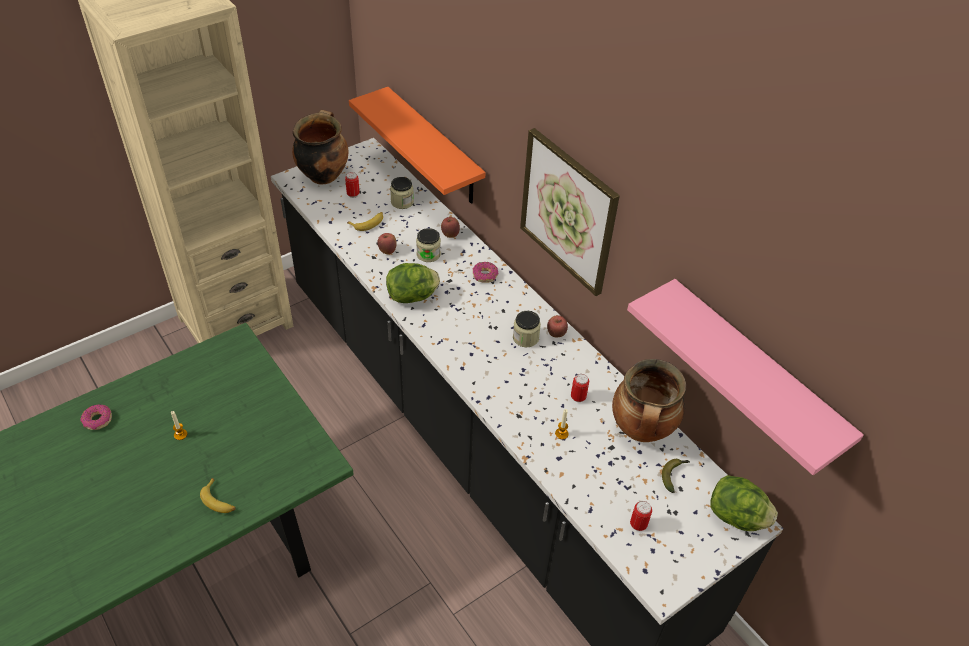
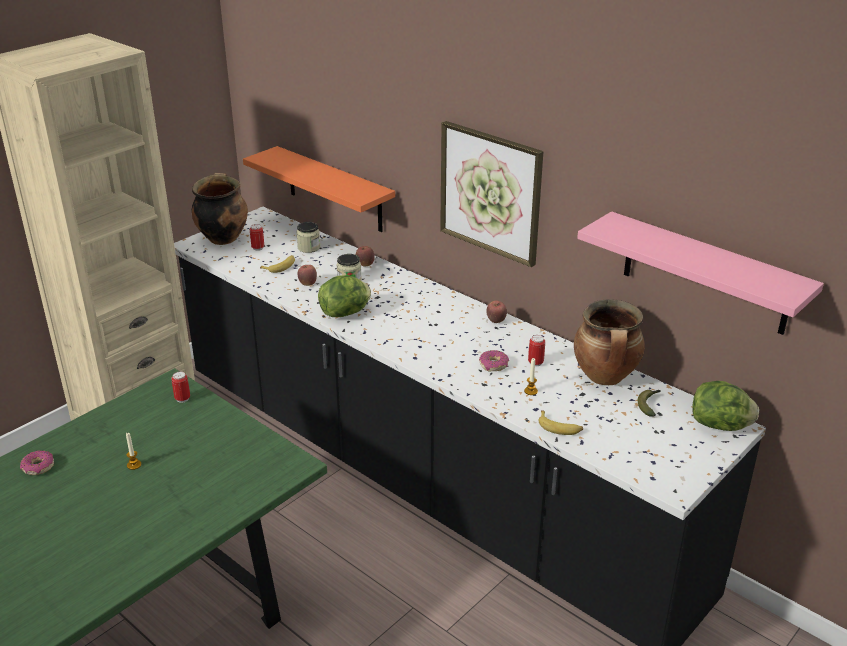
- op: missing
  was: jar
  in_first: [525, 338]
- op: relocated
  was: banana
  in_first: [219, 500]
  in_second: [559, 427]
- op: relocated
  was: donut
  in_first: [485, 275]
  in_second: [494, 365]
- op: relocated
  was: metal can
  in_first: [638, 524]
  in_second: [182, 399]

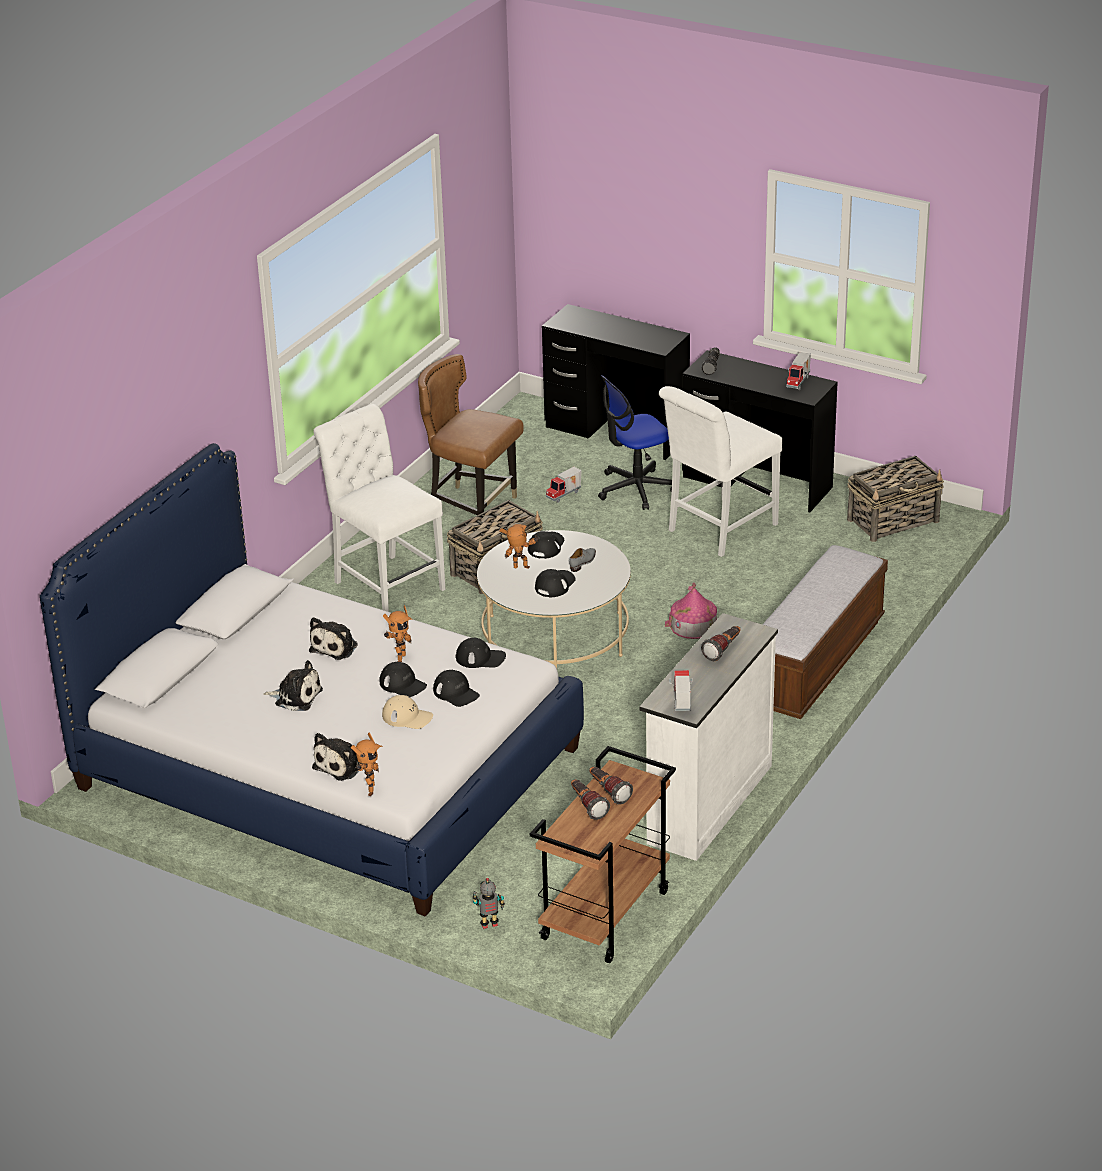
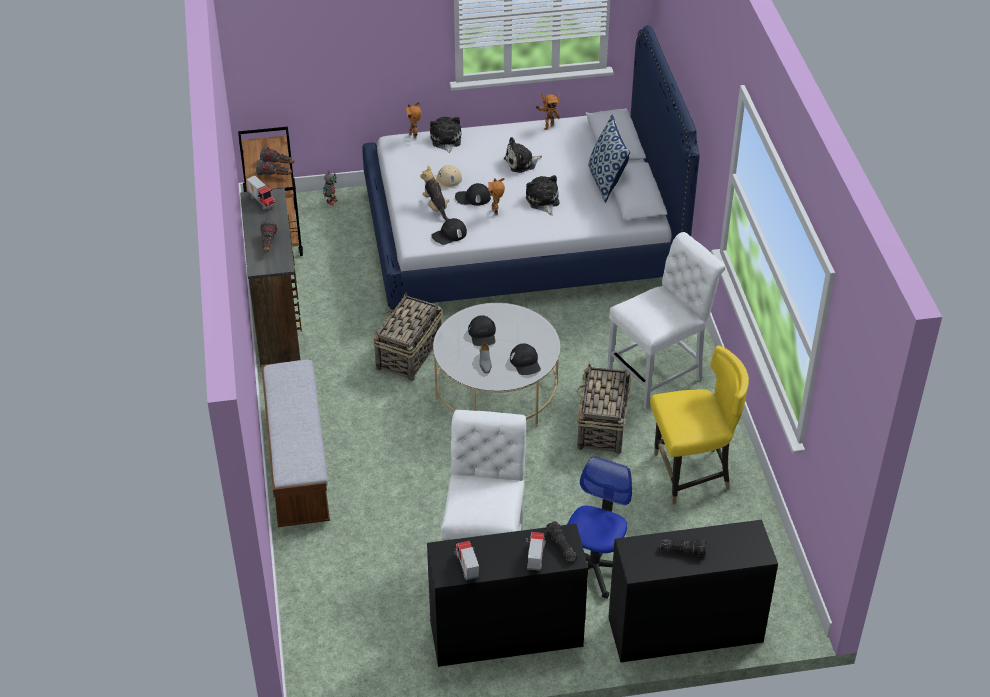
- op: missing
  was: model house
  in_first: [693, 624]
- op: appeared
  now: throw pillow
  in_second: [606, 182]
- op: appeared
  now: torch
  in_second: [683, 550]
- op: relocated
  was: robot figure
  in_first: [521, 569]
  in_second: [547, 126]
- op: relocated
  was: model truck
  in_first: [564, 495]
  in_second: [534, 557]
- op: relocated
  was: storage basket
  in_first: [894, 520]
  in_second: [408, 354]
- op: exchanged
  was: cap in blackish
  now: cuddly toy
  in_first: [456, 693]
  in_second: [436, 207]
- op: colour
  was: upright chair in brownish
  now: upright chair in yellowish
  in_first: [472, 507]
  in_second: [691, 474]
- op: colour
  was: drawer chest in white
  now: drawer chest in brownish
  in_first: [707, 804]
  in_second: [278, 322]
- op: spun
  was: upright chair in white
  in_first: [386, 583]
  in_second: [659, 374]
  clockwise: -45

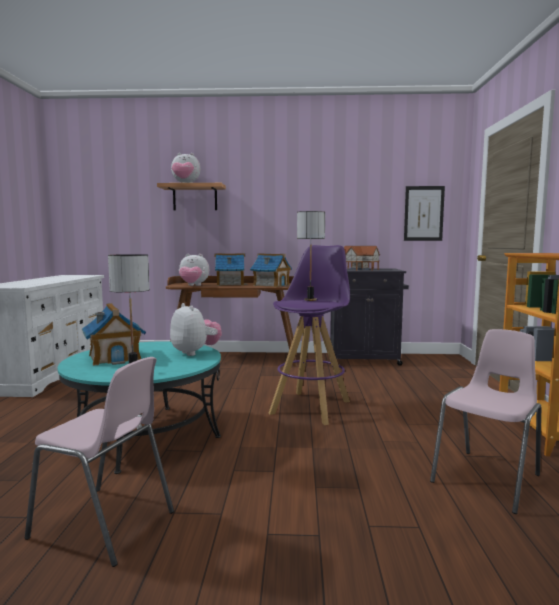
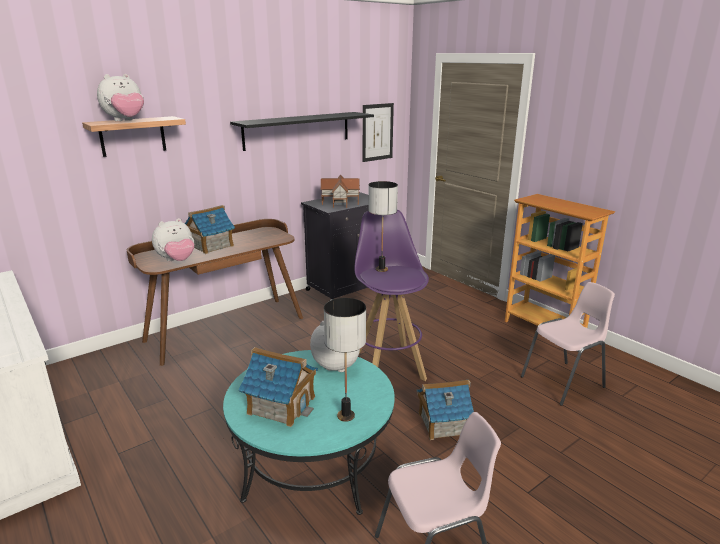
- op: appeared
  now: bracket shelf in blackish
  in_second: [297, 130]
- op: relocated
  was: model house
  in_first: [271, 285]
  in_second: [443, 423]
- op: spun
  was: upright chair in pink-coloured
  in_first: [488, 479]
  in_second: [564, 382]
  clockwise: 60

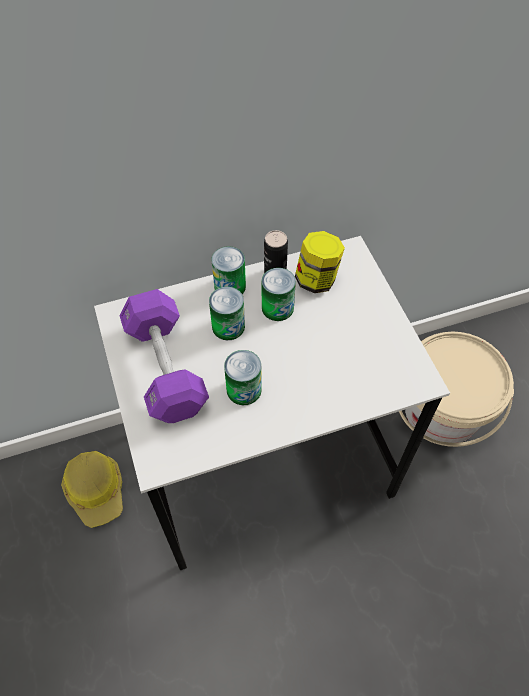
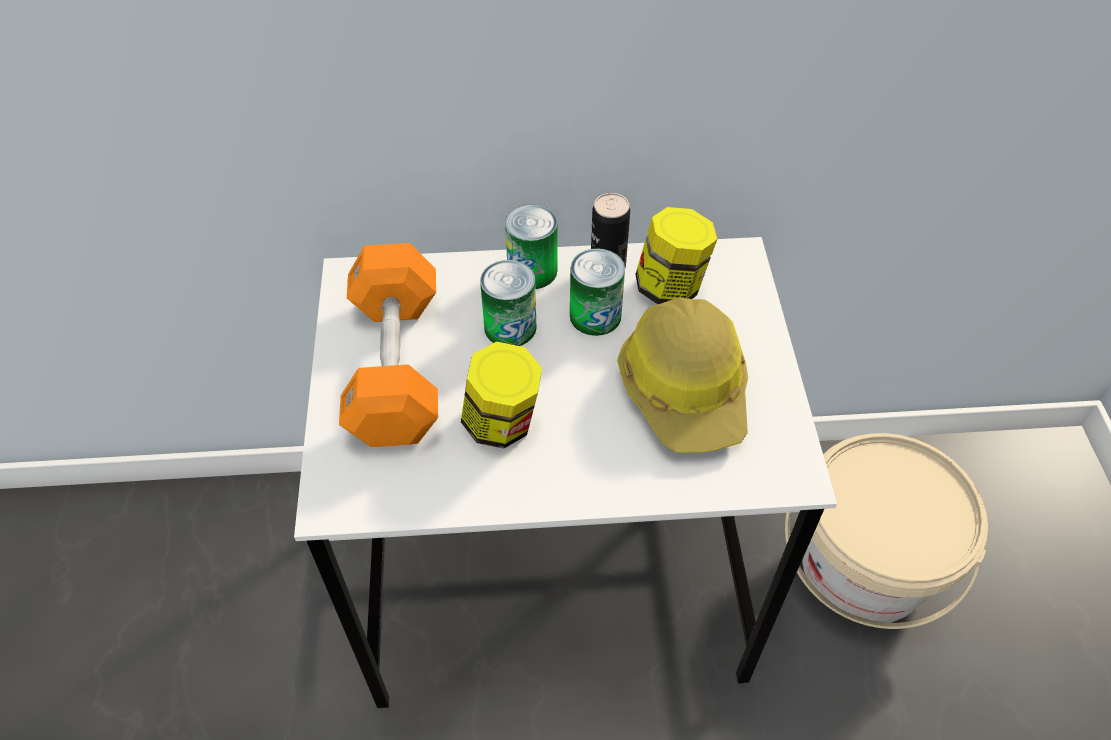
- op: relocated
  was: hard hat
  in_first: [96, 490]
  in_second: [686, 389]
- op: exchanged
  was: metal can
  now: jar
  in_first: [244, 389]
  in_second: [502, 424]
- op: colour
  was: free weight in purple
  now: free weight in orange
  in_first: [165, 368]
  in_second: [395, 366]

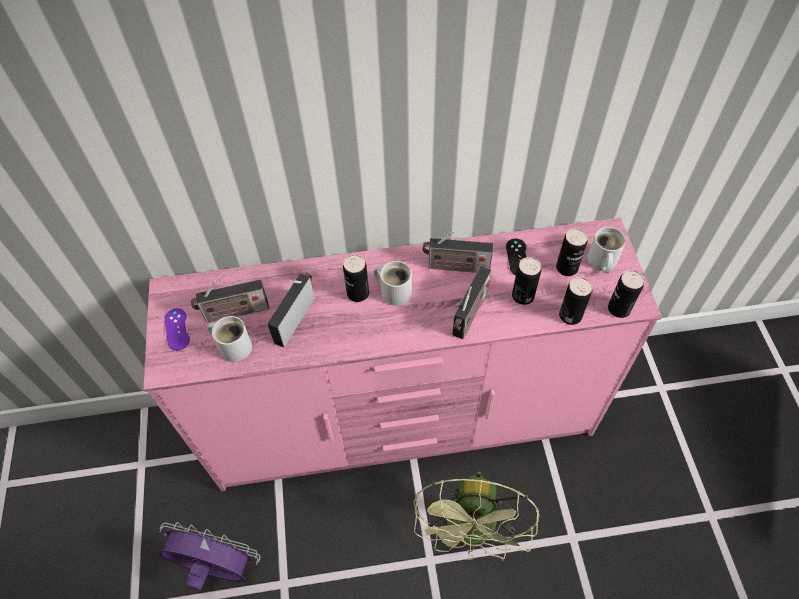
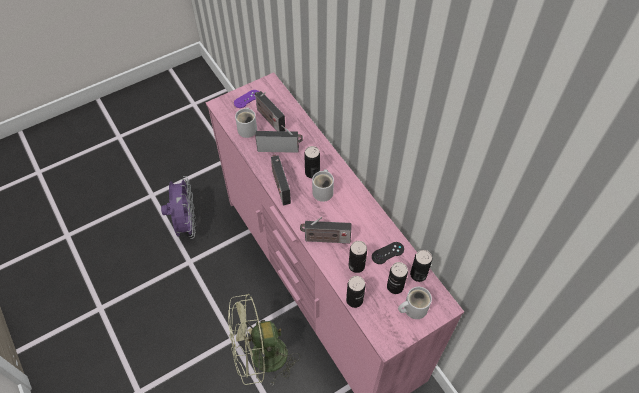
- op: relocated
  was: radio
  in_first: [455, 267]
  in_second: [280, 185]
- op: relocated
  was: metal can
  in_first: [619, 309]
  in_second: [418, 274]

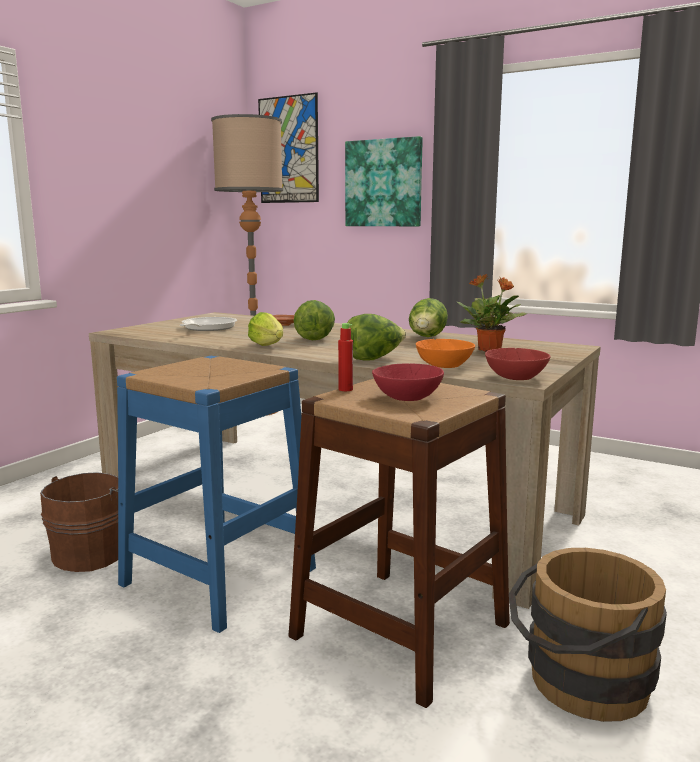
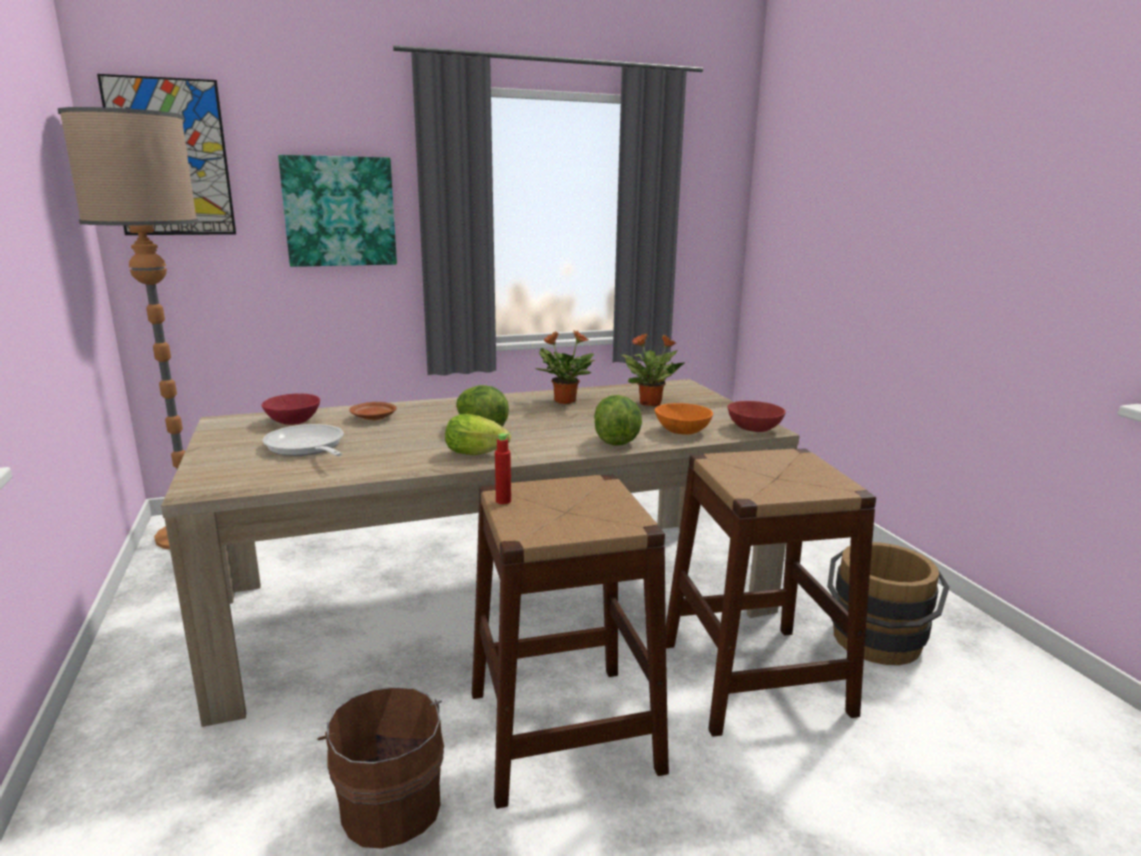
- op: relocated
  was: beverage bottle in reddish
  in_first: [345, 389]
  in_second: [503, 501]
- op: relocated
  was: bowl in reddish
  in_first: [408, 397]
  in_second: [294, 421]
- op: exchanged
  was: lettuce
  now: potted plant
  in_first: [427, 338]
  in_second: [564, 401]
- op: colour
  was: stool in blue
  now: stool in brownish
  in_first: [219, 576]
  in_second: [563, 730]

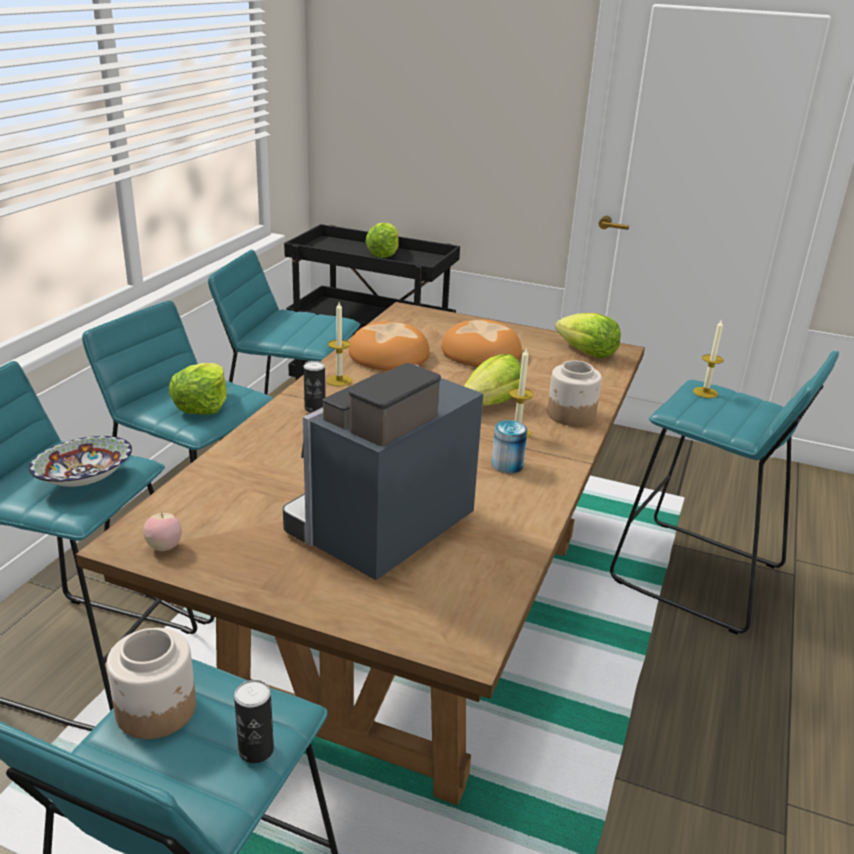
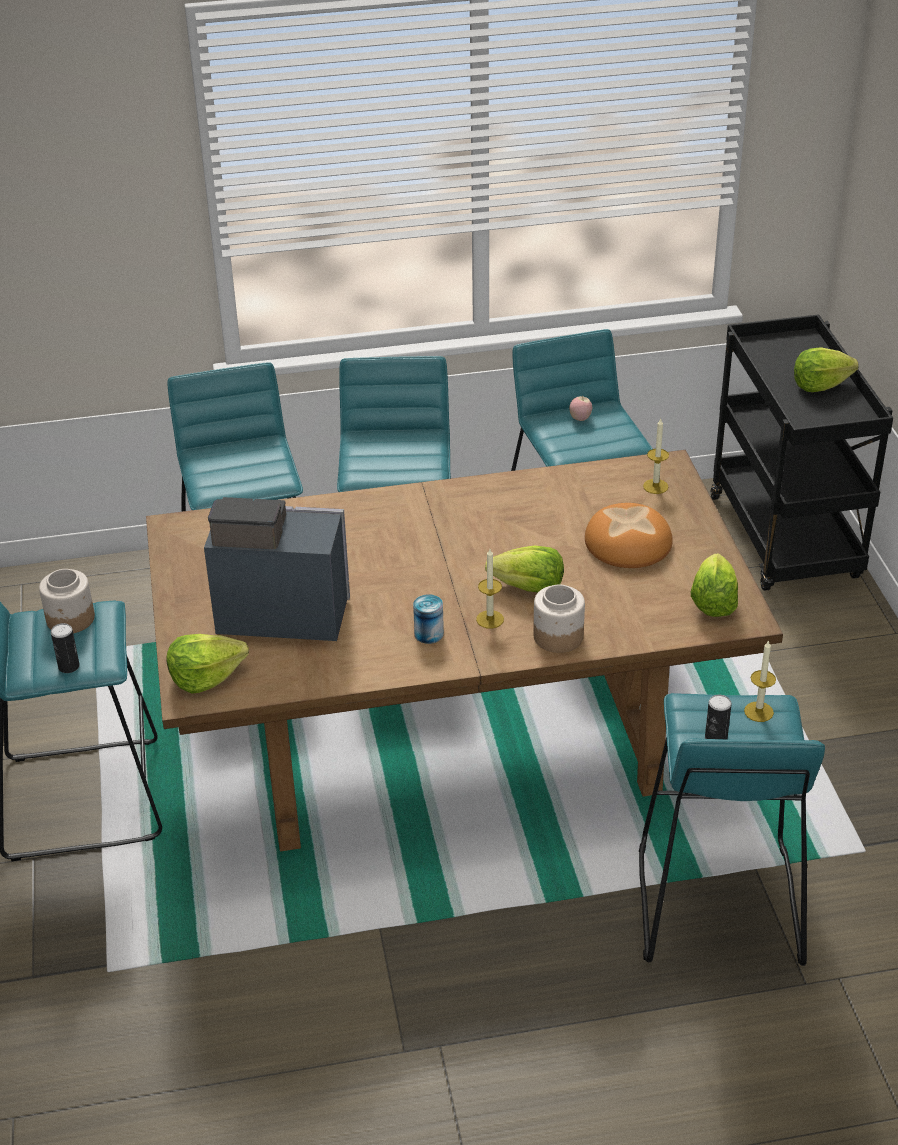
- op: missing
  was: bowl
  in_first: [86, 481]
- op: missing
  was: bread
  in_first: [388, 355]
- op: relocated
  was: whole apple
  in_first: [164, 547]
  in_second: [580, 419]
- op: relocated
  was: lettuce
  in_first: [202, 406]
  in_second: [205, 676]
- op: relocated
  was: metal can
  in_first: [315, 408]
  in_second: [715, 739]
- op: relocated
  was: candle
  in_first: [339, 380]
  in_second: [655, 486]

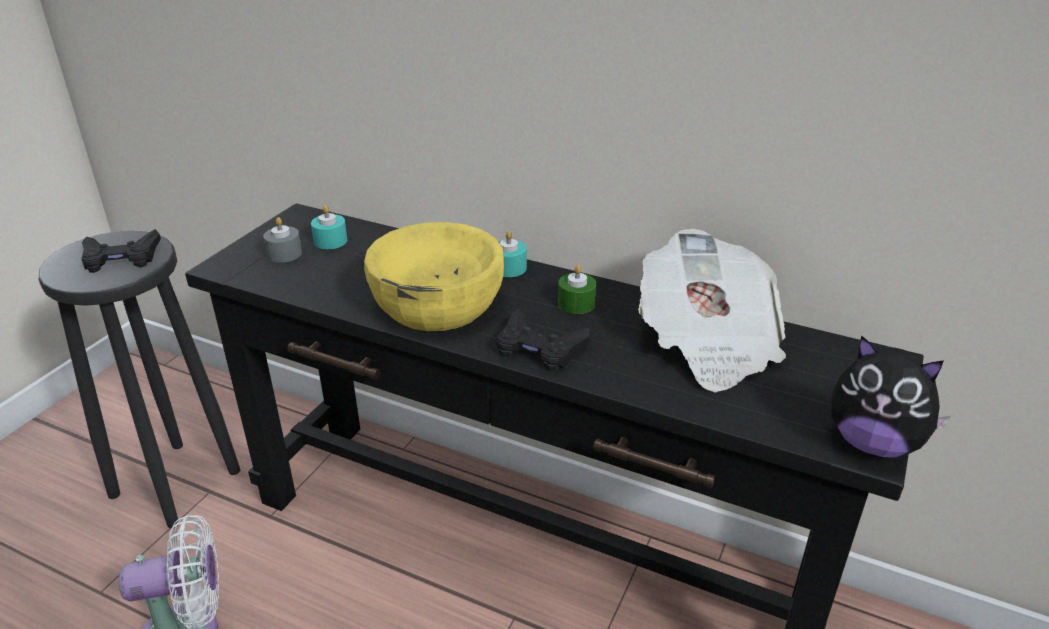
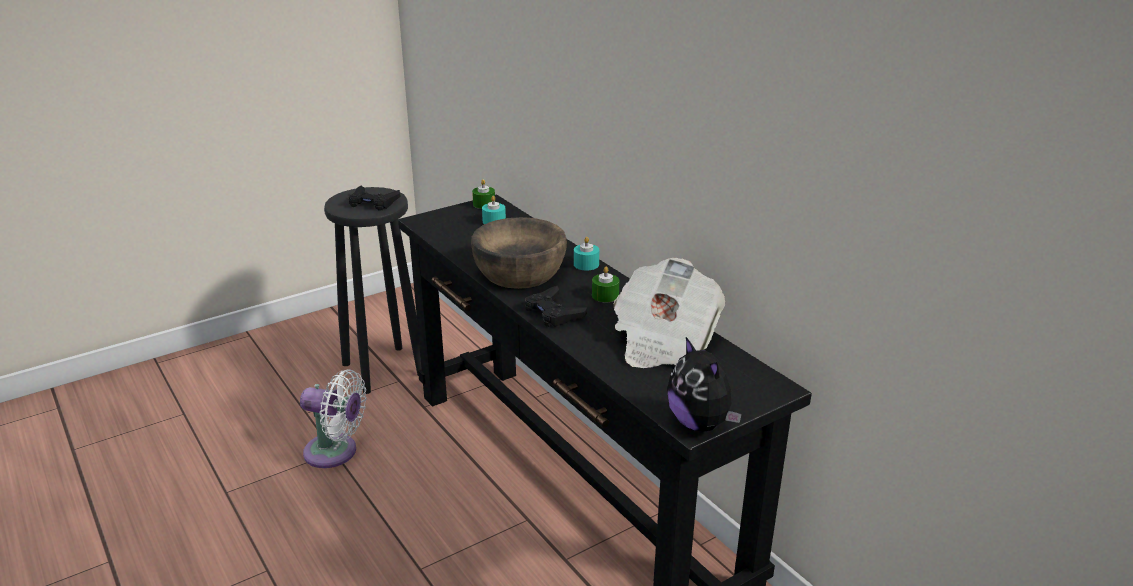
- op: missing
  was: candle in gray
  in_first: [284, 254]
- op: appeared
  now: candle in green-coloured
  in_second: [484, 204]
- op: colour
  was: bowl in yellowish
  now: bowl in brownish
  in_first: [438, 304]
  in_second: [519, 273]

